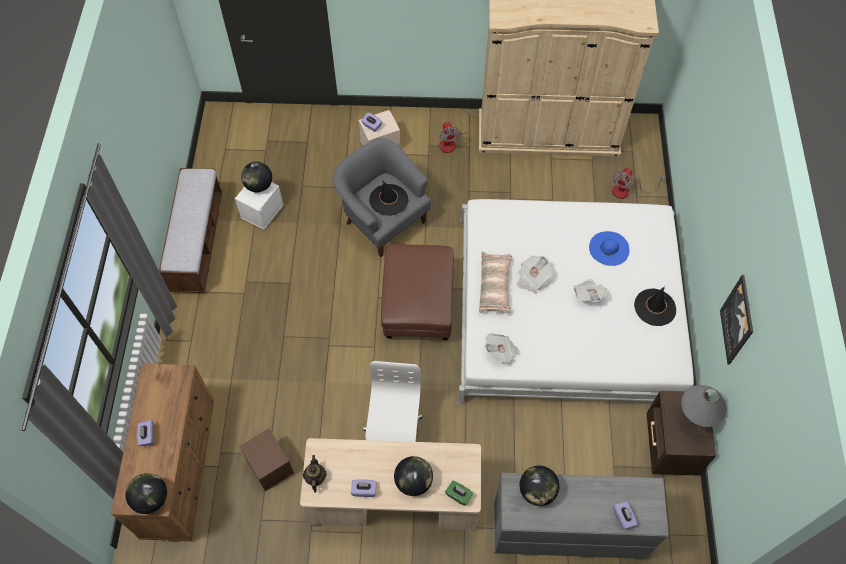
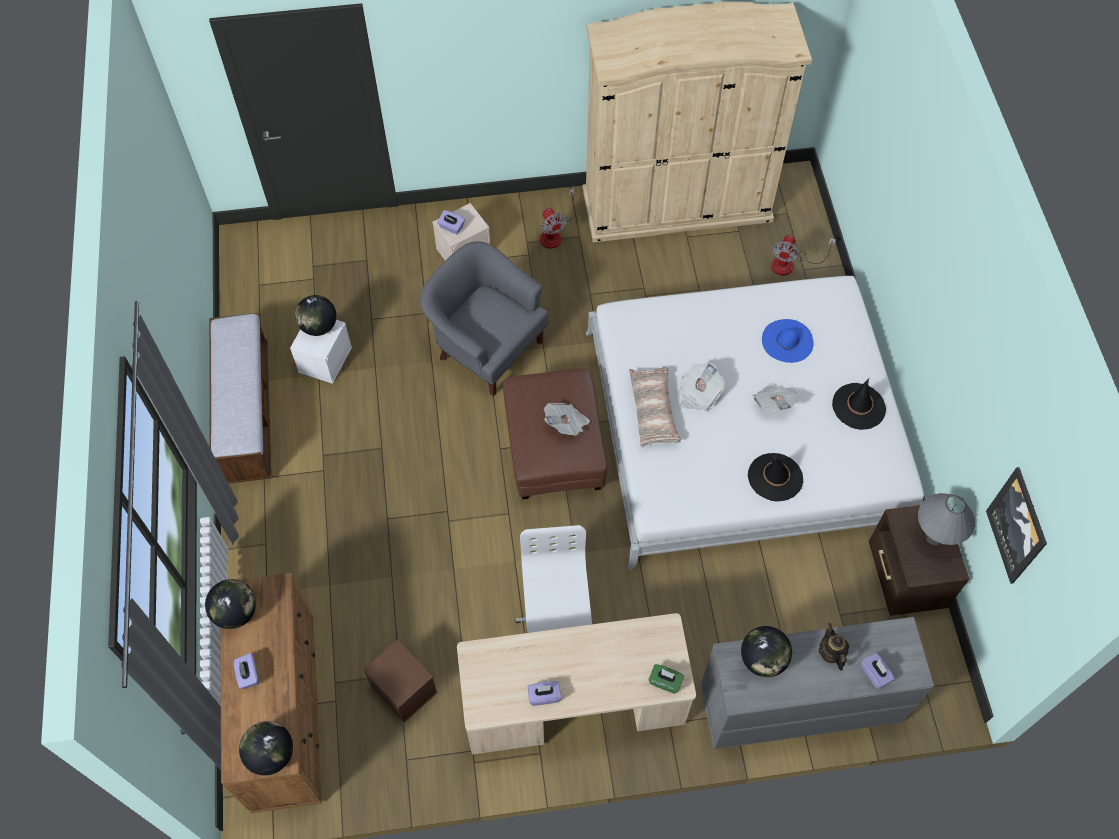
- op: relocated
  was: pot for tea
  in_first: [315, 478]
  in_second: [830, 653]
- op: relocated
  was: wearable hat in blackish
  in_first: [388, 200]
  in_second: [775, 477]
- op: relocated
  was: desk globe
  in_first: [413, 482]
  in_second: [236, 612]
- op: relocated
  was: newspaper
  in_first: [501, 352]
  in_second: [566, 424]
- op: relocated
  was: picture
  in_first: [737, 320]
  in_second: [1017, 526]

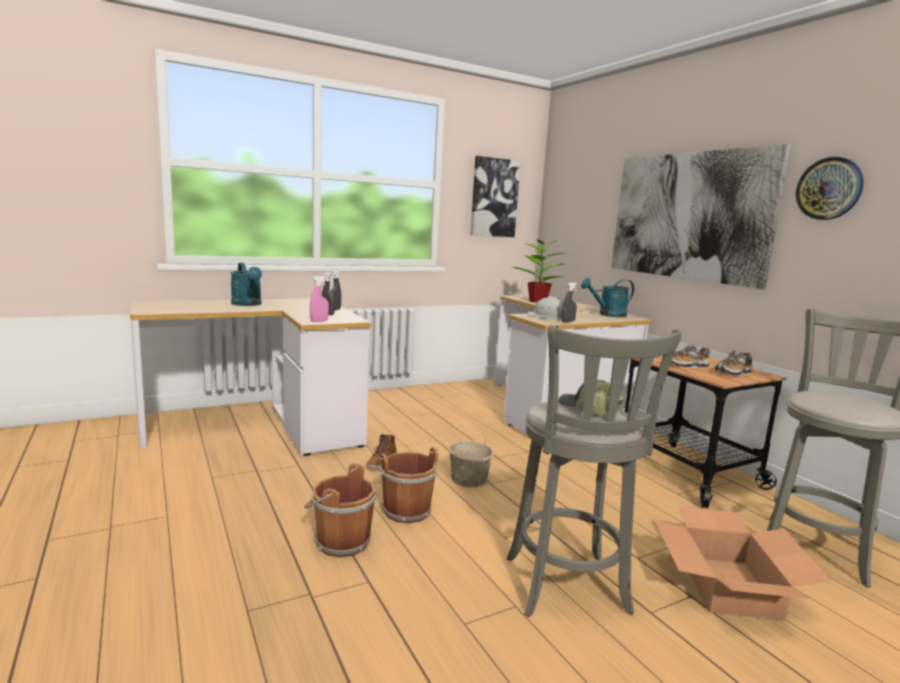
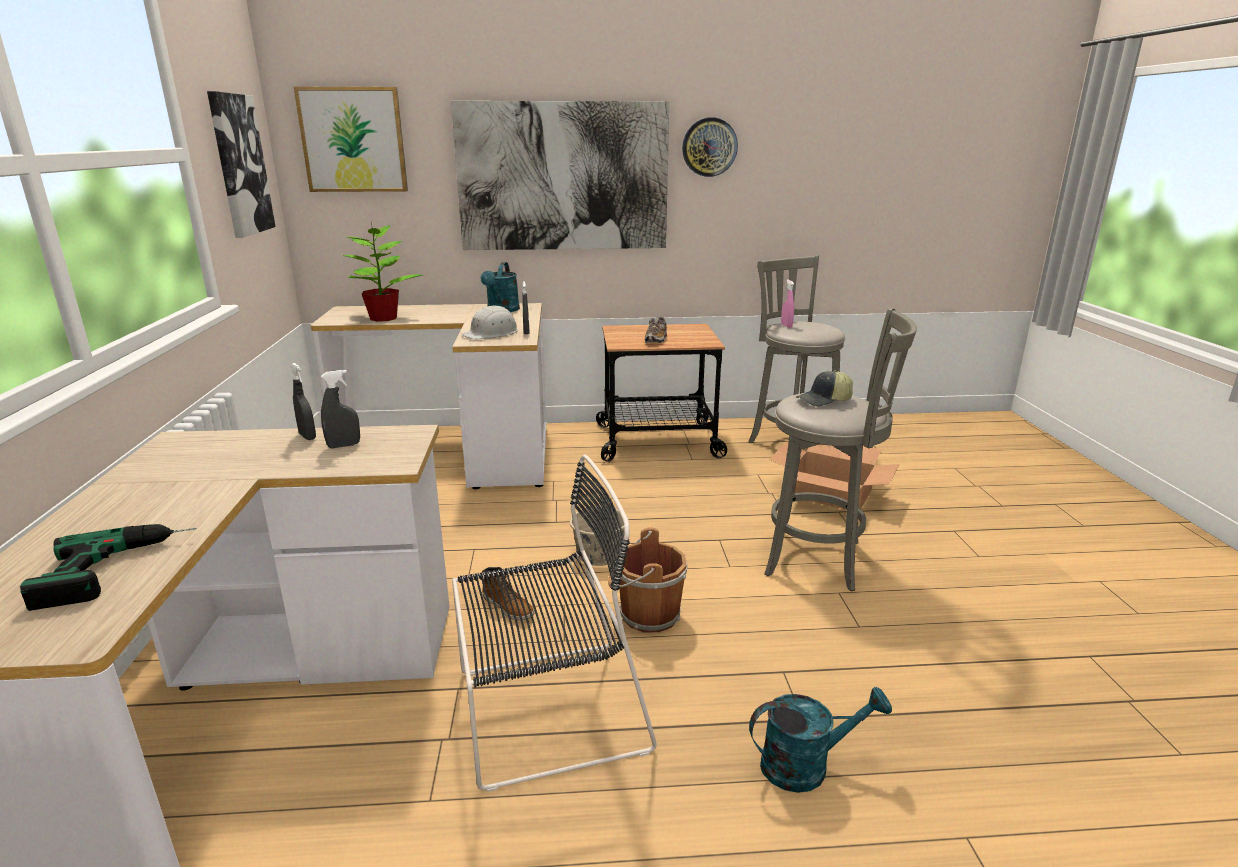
- op: missing
  was: water bucket in brownish
  in_first: [340, 542]
- op: missing
  was: shoe
  in_first: [733, 373]
- op: appeared
  now: electric drill
  in_second: [120, 568]
- op: appeared
  now: picture
  in_second: [353, 140]
- op: appeared
  now: upright chair in blackish
  in_second: [545, 711]
- op: relocated
  was: sprinkling can in blue-green
  in_first: [248, 304]
  in_second: [806, 764]
- op: relocated
  was: sprayer in pink-coloured
  in_first: [319, 321]
  in_second: [786, 326]

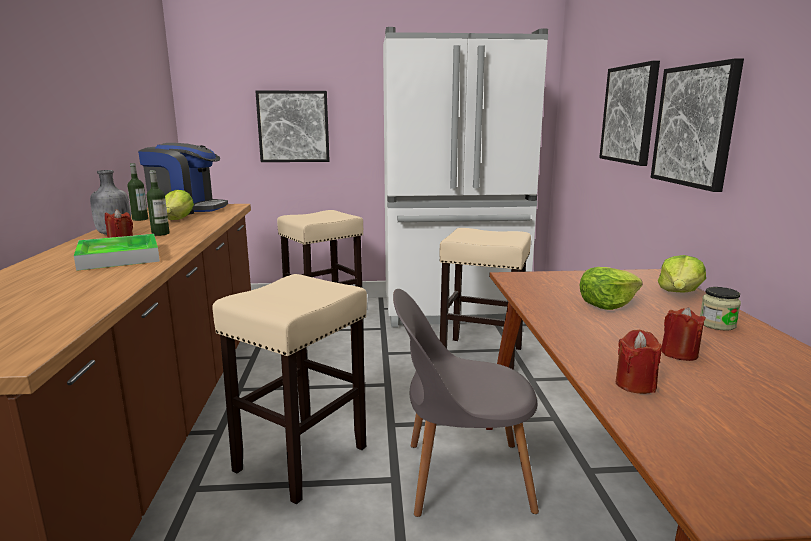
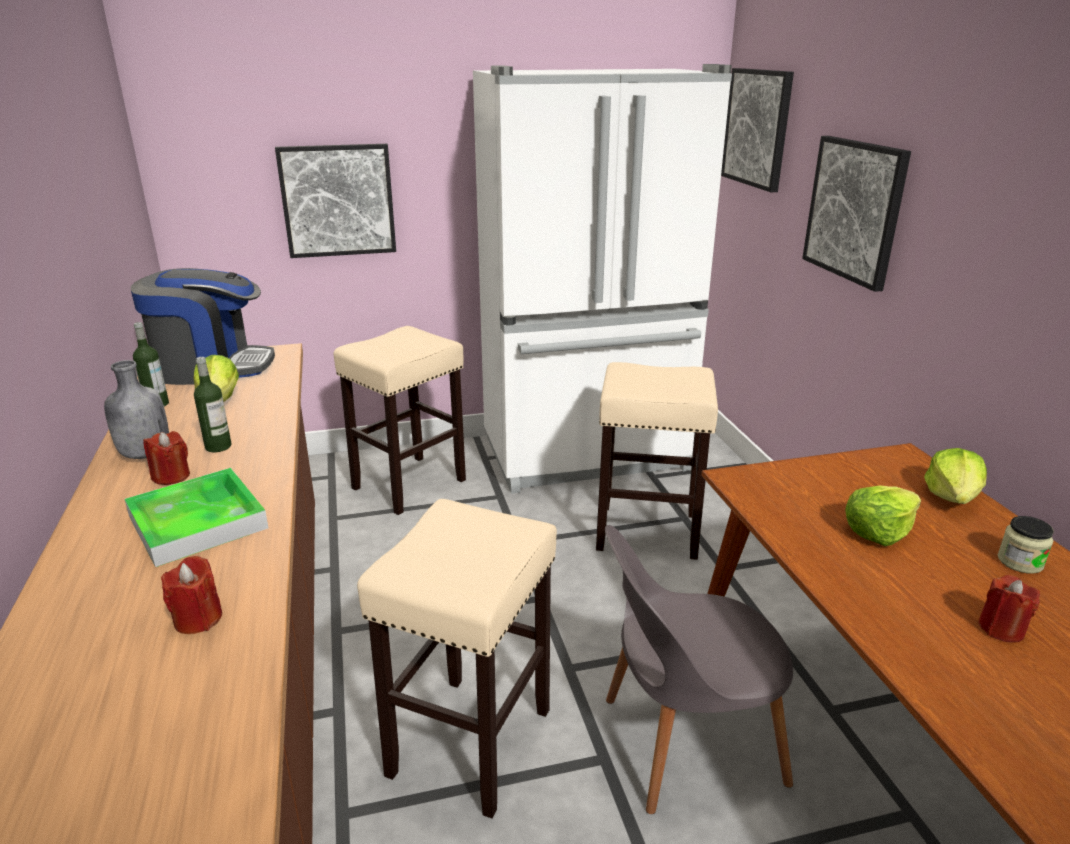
- op: relocated
  was: candle in reddish
  in_first: [635, 384]
  in_second: [198, 619]
- op: relocated
  was: picture
  in_first: [695, 126]
  in_second: [757, 128]

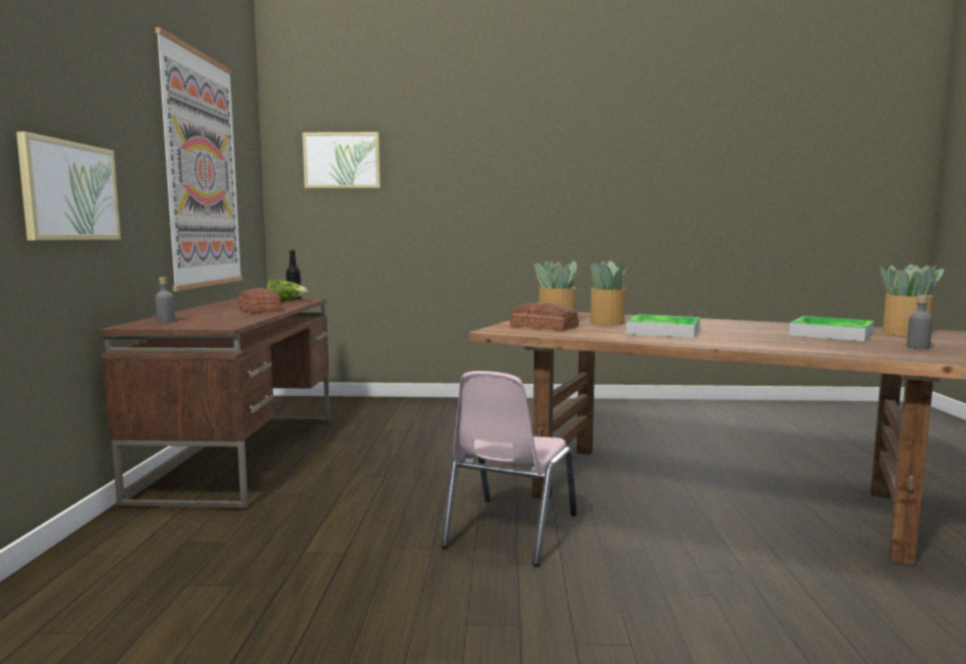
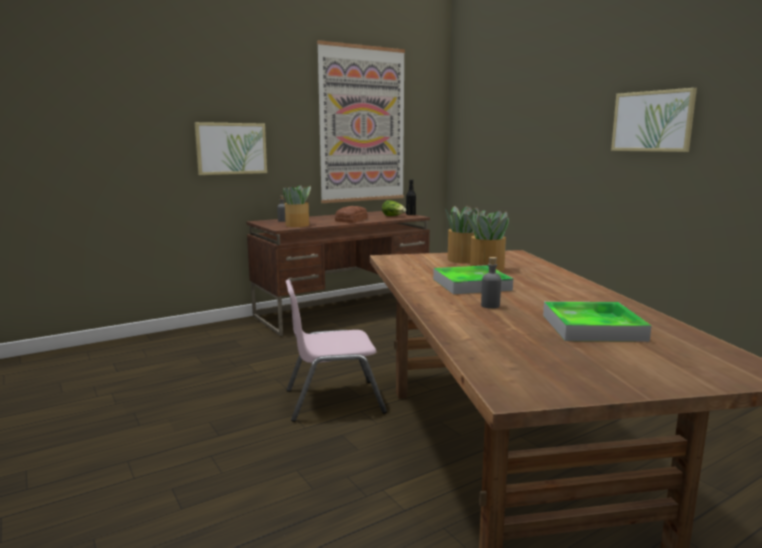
- op: missing
  was: bread
  in_first: [544, 327]
- op: relocated
  was: picture
  in_first: [342, 160]
  in_second: [652, 121]
- op: relocated
  was: potted plant
  in_first: [904, 333]
  in_second: [298, 225]
- op: relocated
  was: beverage bottle in gray
  in_first: [918, 347]
  in_second: [490, 306]

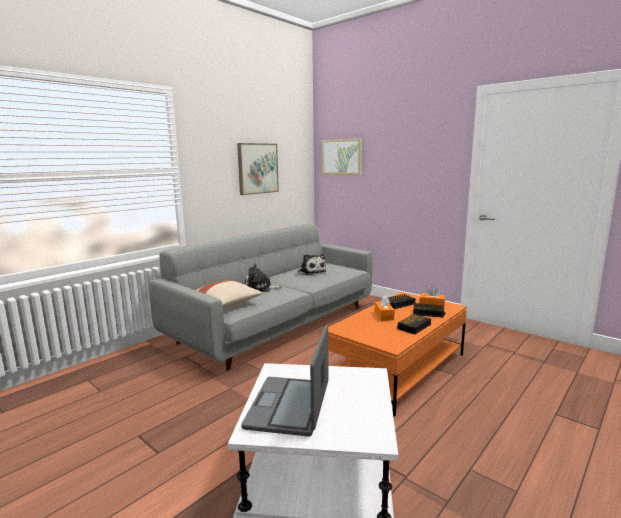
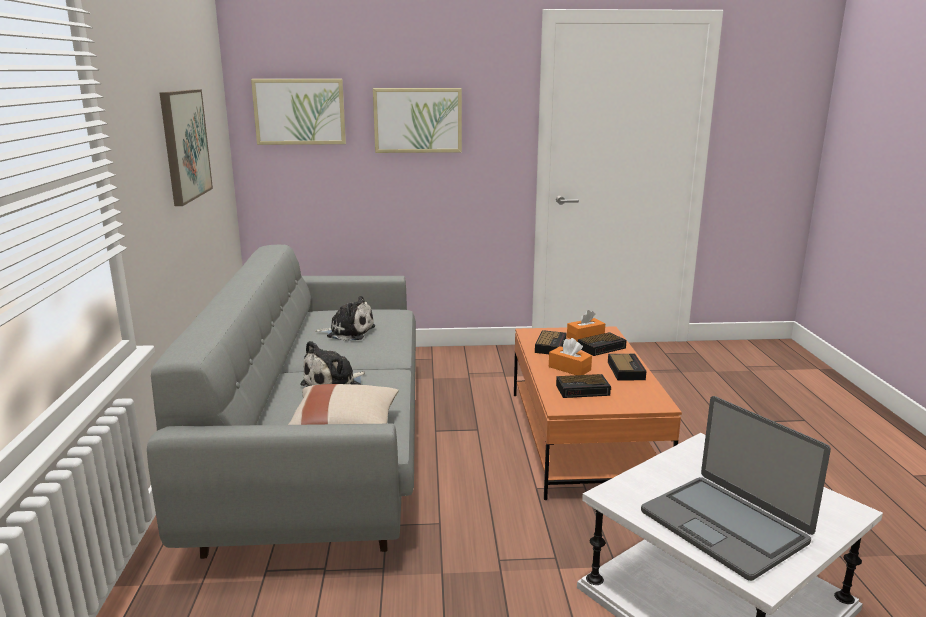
- op: appeared
  now: picture
  in_second: [417, 120]
- op: appeared
  now: alarm clock
  in_second: [583, 390]

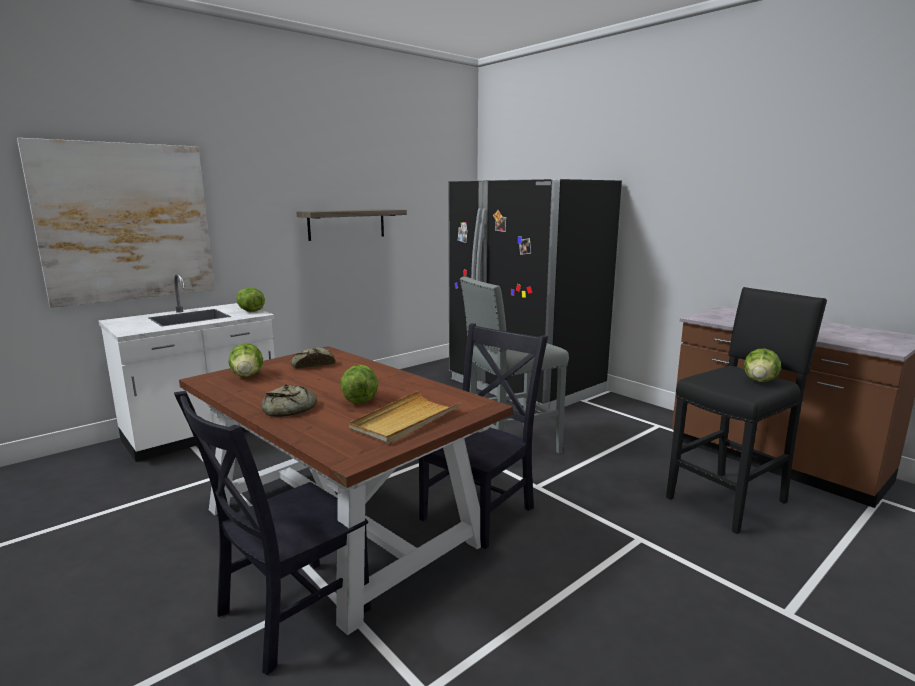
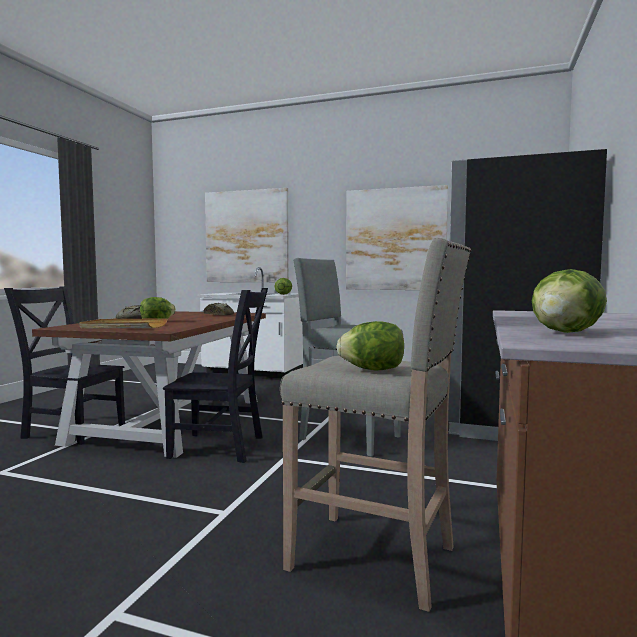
- op: relocated
  was: lettuce
  in_first: [247, 376]
  in_second: [566, 332]
- op: exchanged
  was: bracket shelf
  now: picture
  in_first: [347, 224]
  in_second: [395, 239]
- op: colour
  was: stool in blackish
  now: stool in beige-coloured
  in_first: [729, 499]
  in_second: [376, 559]

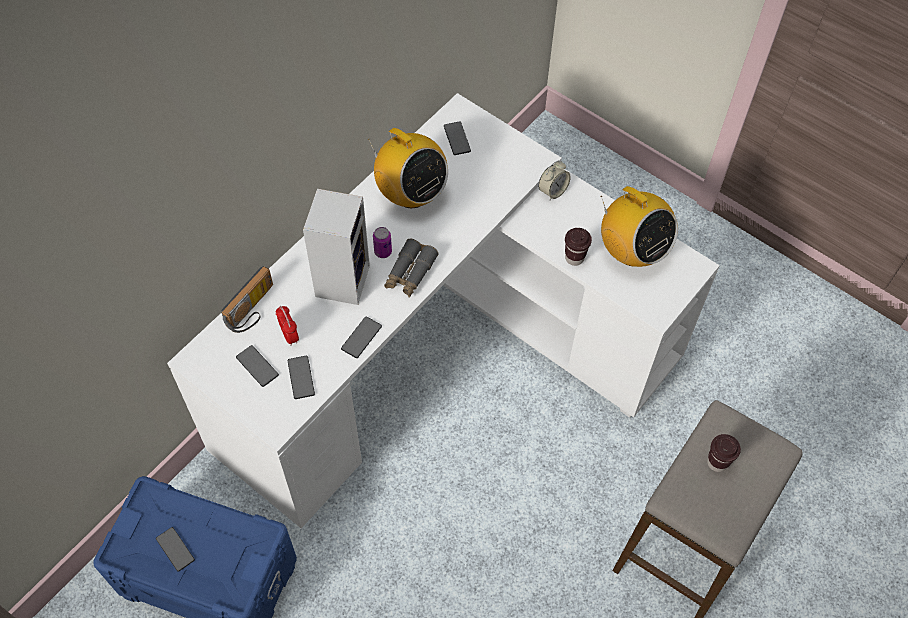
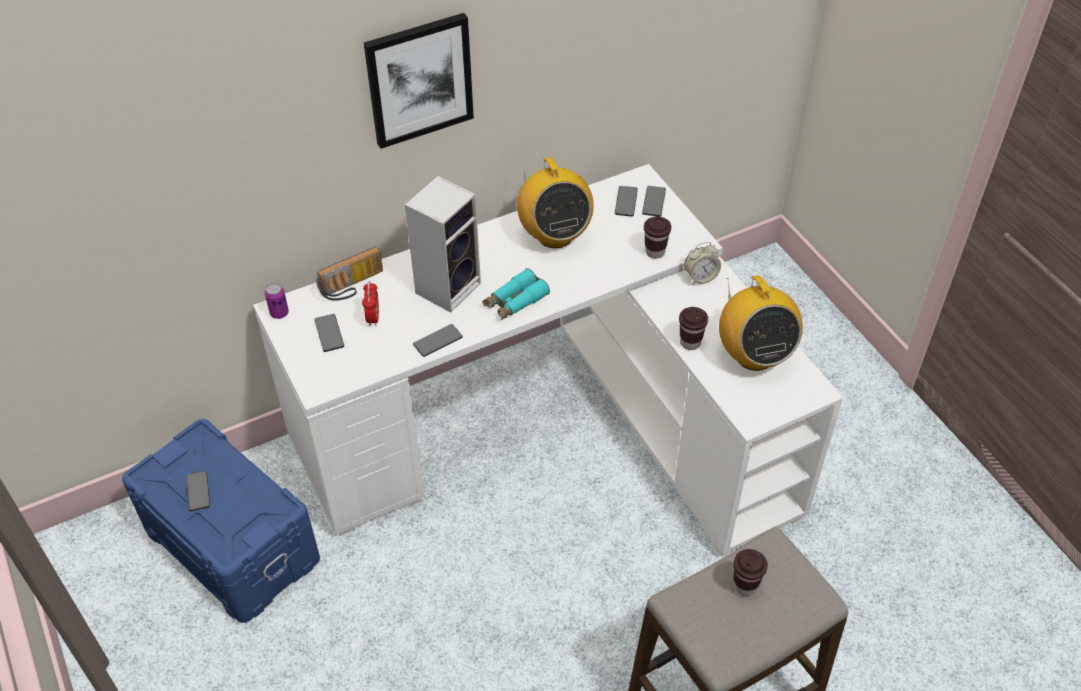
- op: appeared
  now: picture
  in_second: [419, 79]
- op: appeared
  now: drinking cup in brownish
  in_second: [655, 252]
- op: relocated
  was: phone
  in_first: [301, 377]
  in_second: [654, 202]
- op: relocated
  was: metal can
  in_first: [383, 252]
  in_second: [279, 313]
- op: colour
  was: field glasses in gray
  now: field glasses in blue-green
  in_first: [410, 273]
  in_second: [515, 301]

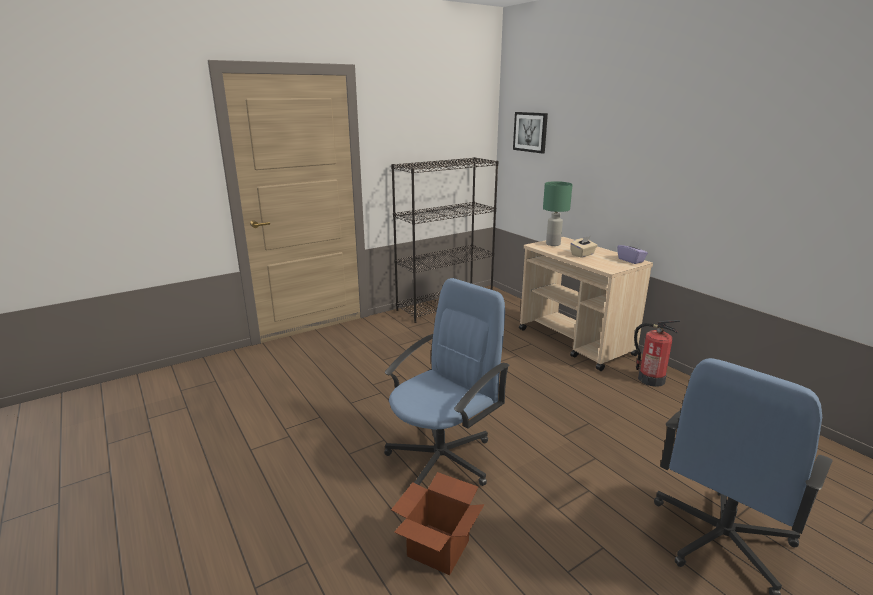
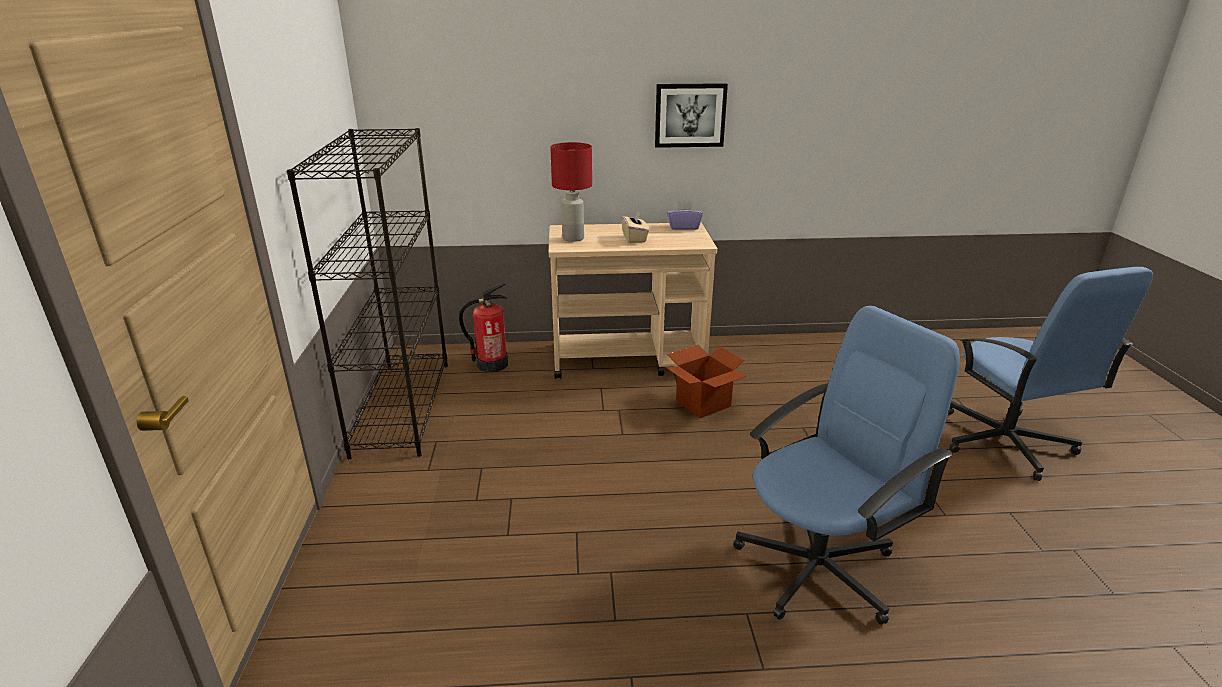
- op: relocated
  was: packing box
  in_first: [438, 548]
  in_second: [703, 403]
- op: relocated
  was: picture
  in_first: [530, 132]
  in_second: [690, 115]
- op: relocated
  was: extinguisher
  in_first: [650, 379]
  in_second: [491, 364]
- op: colour
  was: lamp for a table in green-coloured
  now: lamp for a table in reddish
  in_first: [552, 244]
  in_second: [572, 238]
- op: spun
  was: office chair in blue
  in_first: [442, 458]
  in_second: [819, 568]
  clockwise: 75

